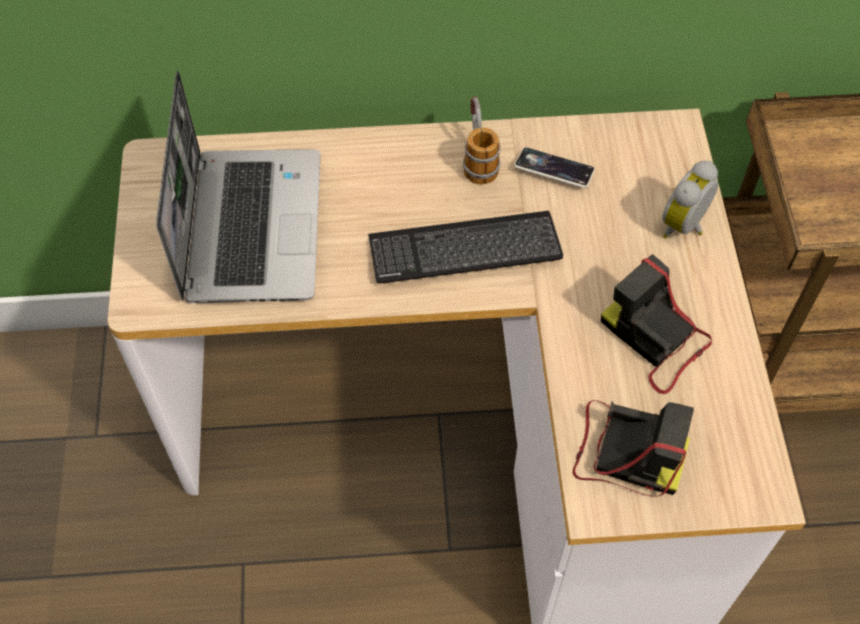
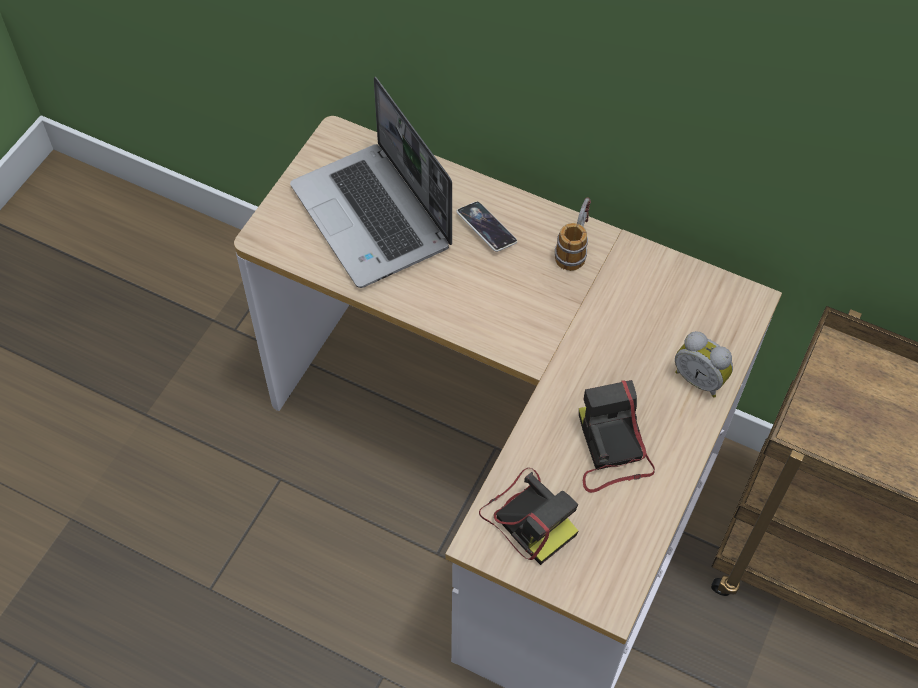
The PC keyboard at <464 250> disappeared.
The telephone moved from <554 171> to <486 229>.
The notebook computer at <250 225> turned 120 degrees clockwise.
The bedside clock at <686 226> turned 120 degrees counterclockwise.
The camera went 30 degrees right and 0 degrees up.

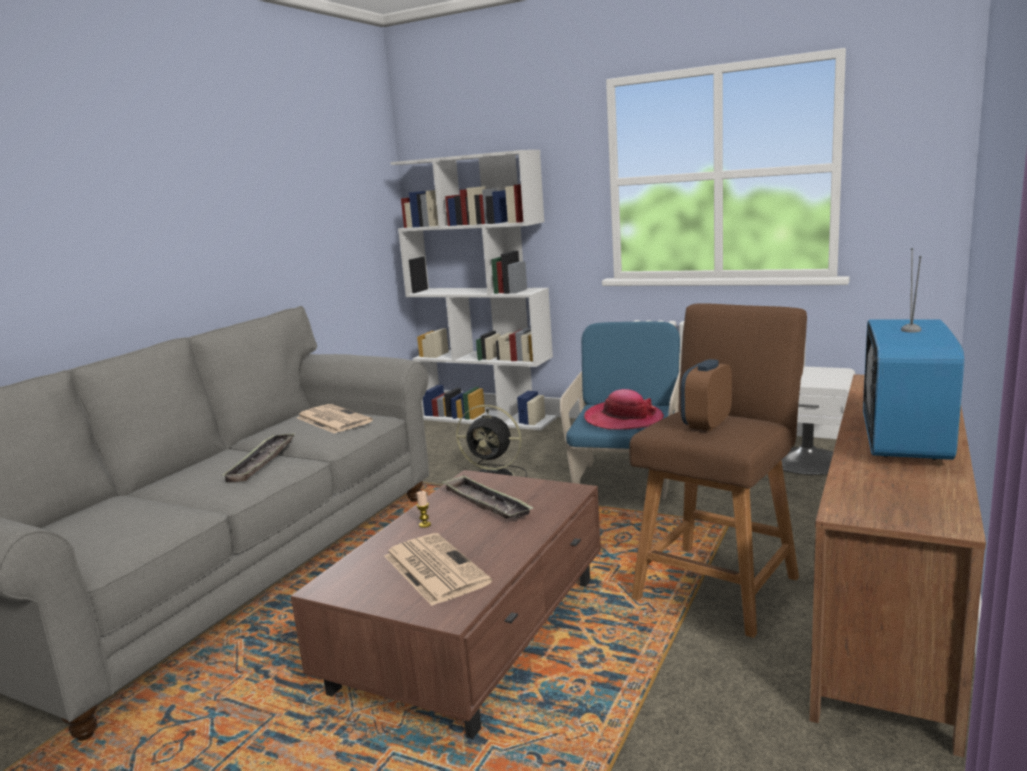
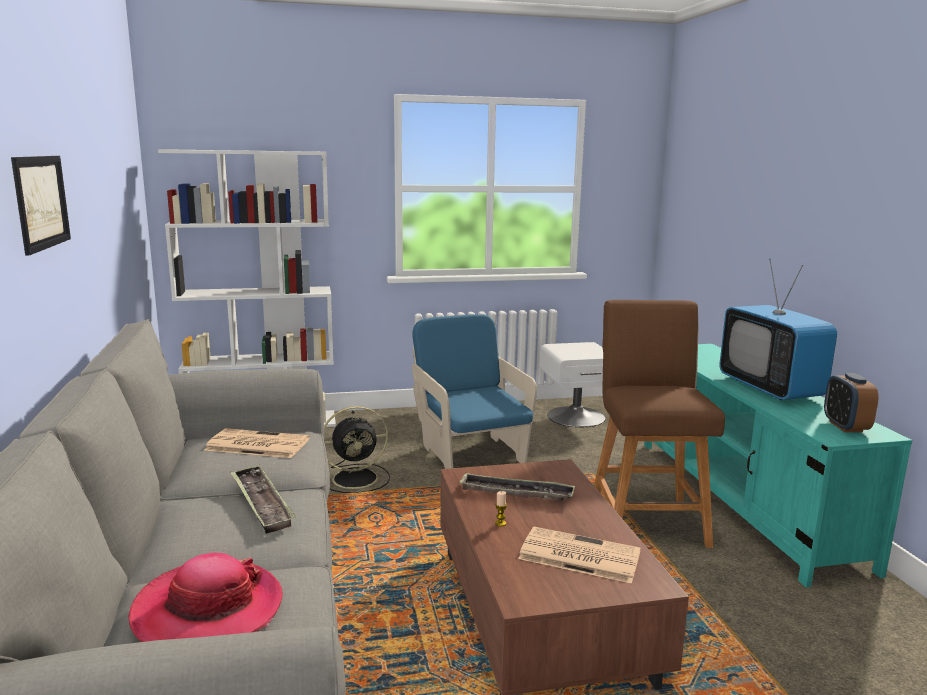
The wall picture at <41 202> appeared.
The wearable hat moved from <623 419> to <208 610>.
The bedside clock moved from <706 424> to <845 426>.
The tv stand (brownish) at <890 600> became the tv stand (turquoise) at <743 500>.
The camera went 40 degrees left and 0 degrees up.

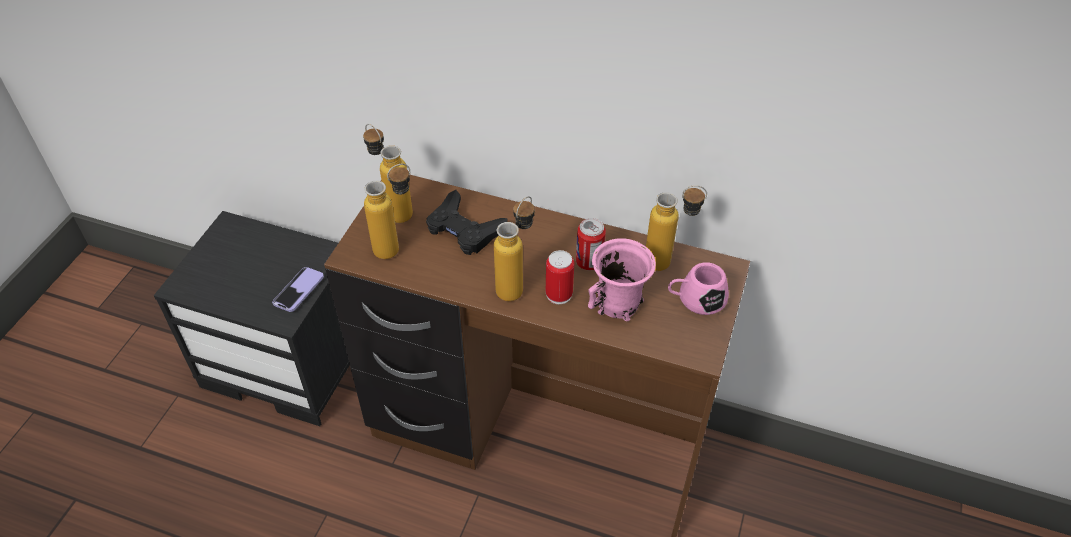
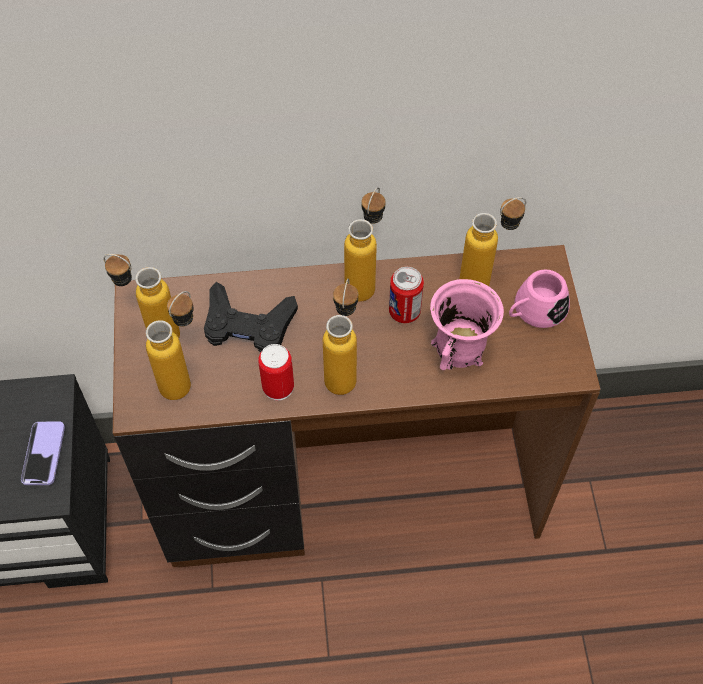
The drink bottle at <365 280> appeared.
The can moved from <559 294> to <278 387>.
The camera went 25 degrees left and 10 degrees up.

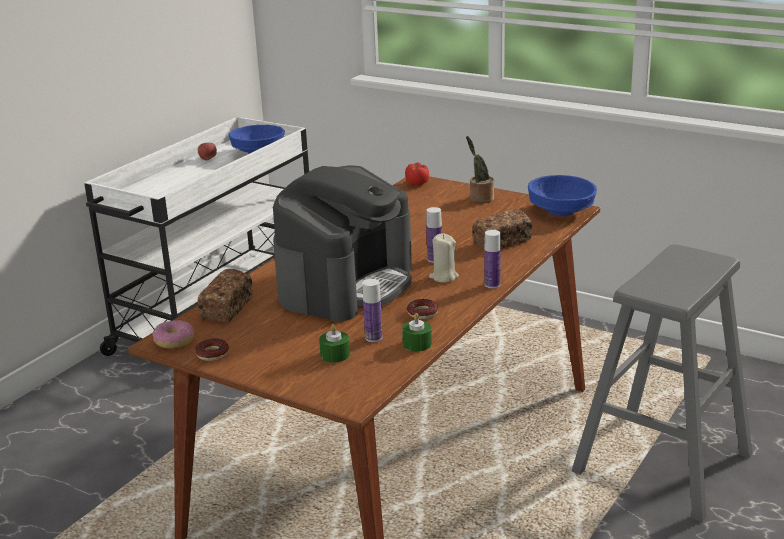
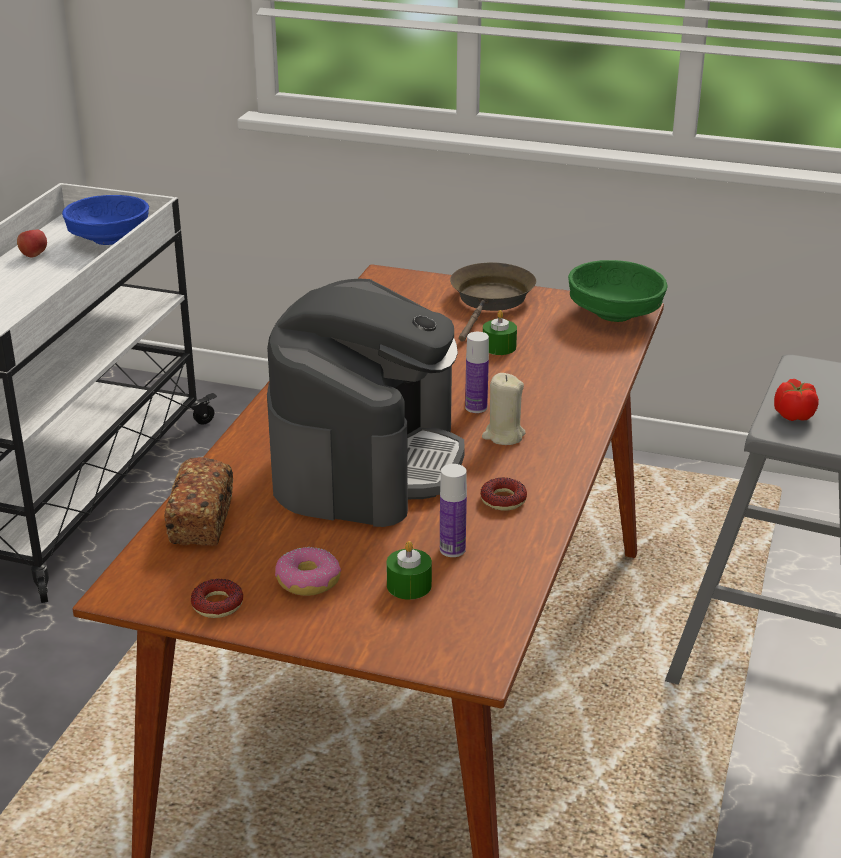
The baked bread at <502 242> disappeared.
The drink bottle at <492 285> disappeared.
The donut moved from <174 341> to <307 581>.
The wax candle (greenish) moved from <417 344> to <499 347>.
The fresh tomato moved from <417 183> to <793 415>.
The houseplant at <480 199> was replaced by the frying pan (brownish) at <491 301>.
The bowl (blue-coloured) at <560 211> became the bowl (greenish) at <614 314>.
The camera went 15 degrees left and 5 degrees up.

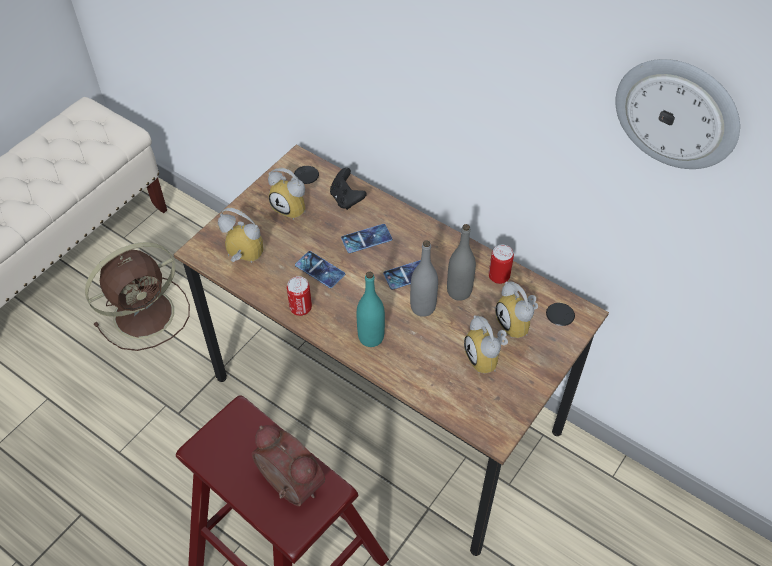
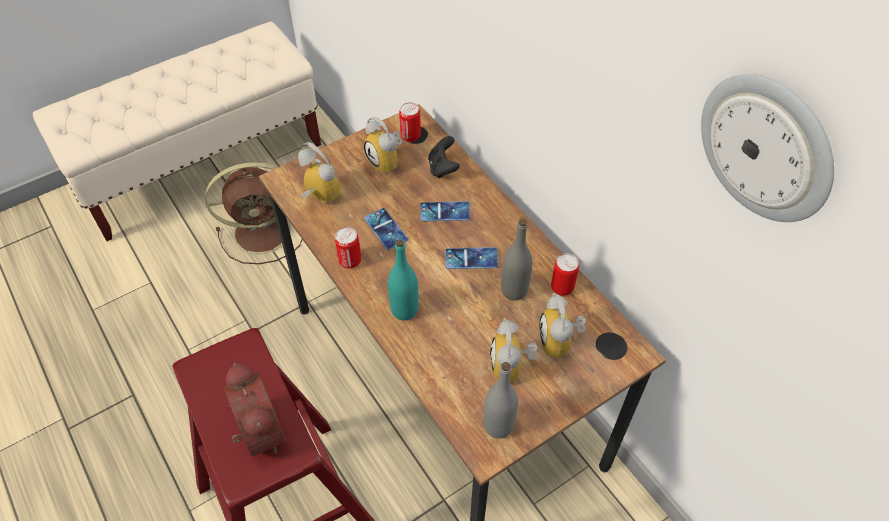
The can at <410 136> appeared.
The drink bottle (greyish) moved from <423 307> to <498 425>.
The camera went 20 degrees right and 0 degrees up.

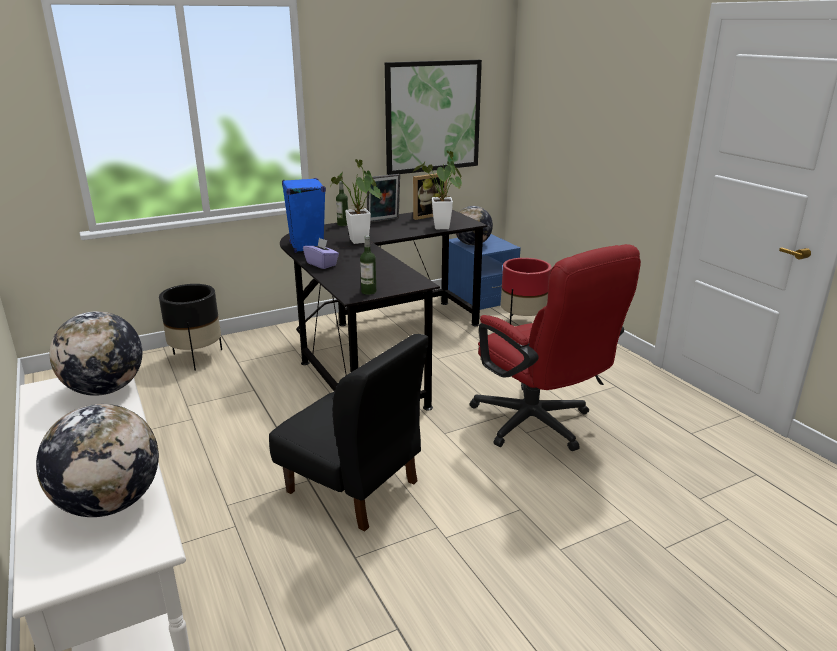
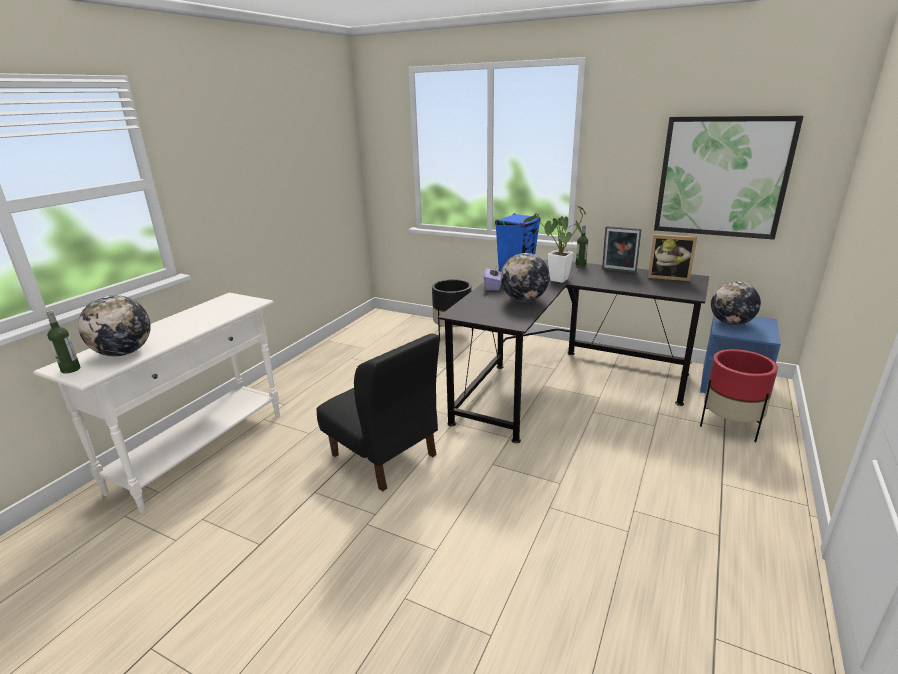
The houseplant at <441 228> disappeared.
The office chair (reddish) at <539 426> disappeared.
The globe moved from <105 389> to <524 300>.
The drink bottle moved from <368 292> to <70 369>.
The chair (black) at <353 487> turned 45 degrees counterclockwise.
The camera went 55 degrees right and 0 degrees up.

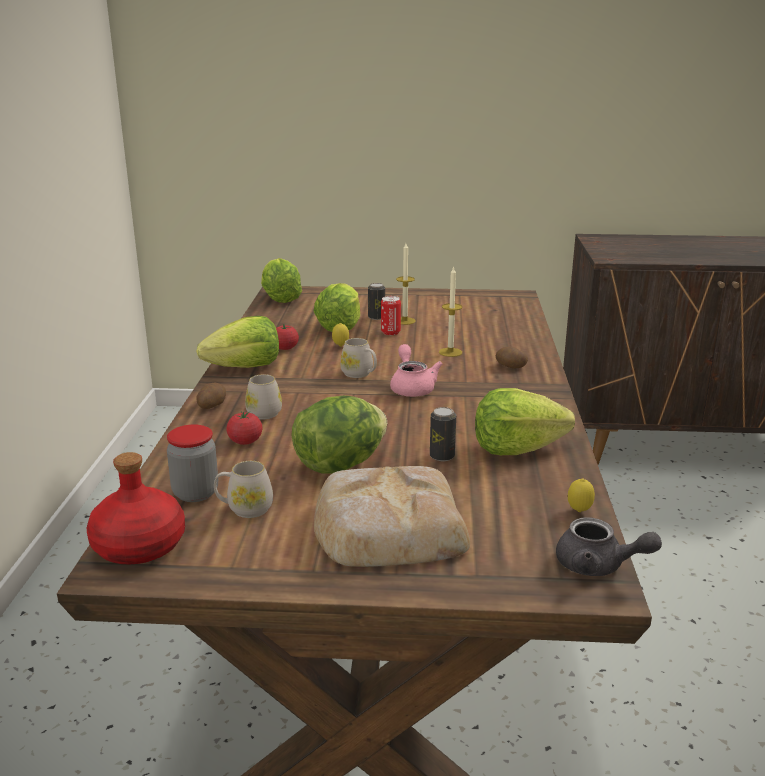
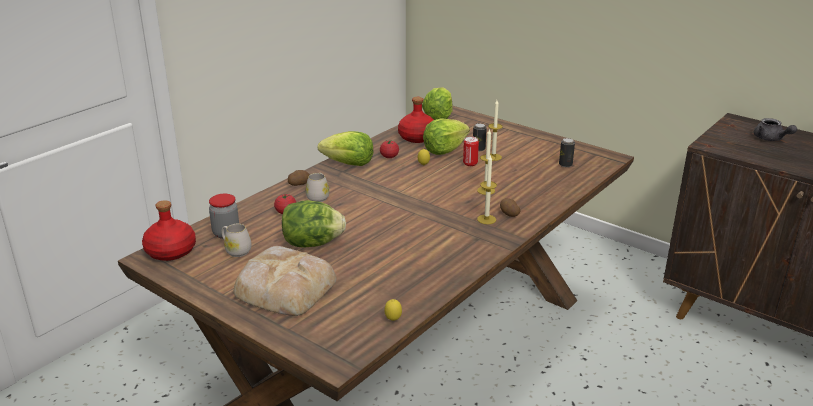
The tea mug (whitish) at <360 374> disappeared.
The tea pot (pinkish) at <412 387> disappeared.
The lettuce head at <516 449> disappeared.
The drink bottle (reddish) at <417 137> appeared.
The wax candle at <486 219> appeared.
The can moved from <442 456> to <565 164>.
The tea pot (greyish) moved from <598 566> to <770 139>.
The camera went 35 degrees right and 5 degrees up.

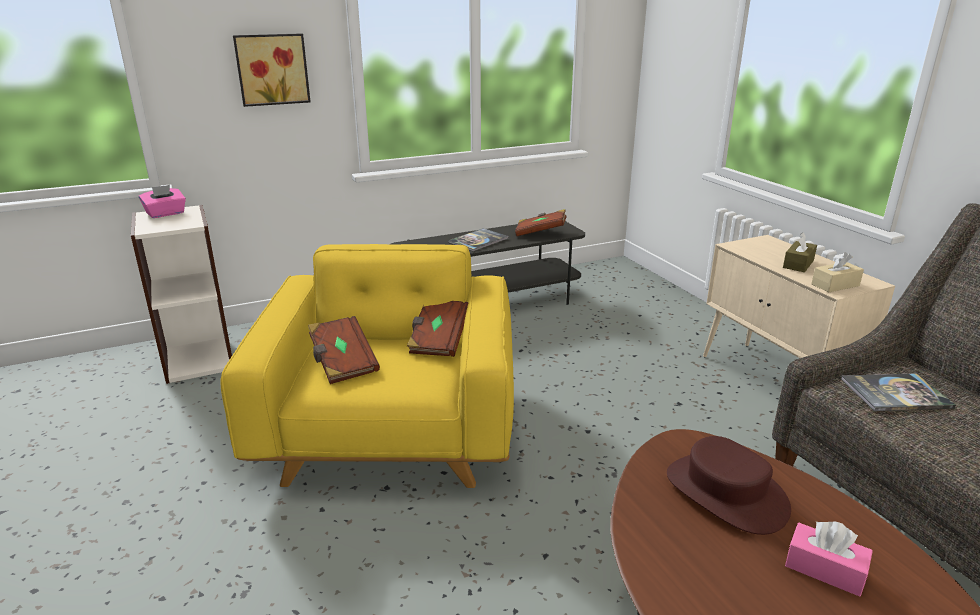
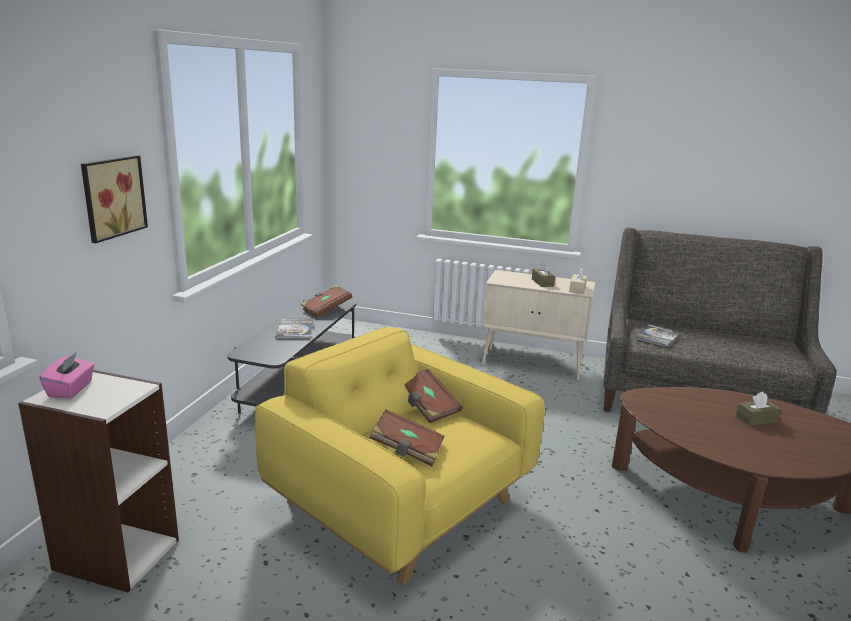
The wearable hat (brownish) at <725 493> disappeared.
The tissue holder (pinkish) at <824 569> became the tissue holder (brownish) at <756 419>.
The camera went 50 degrees left and 5 degrees down.

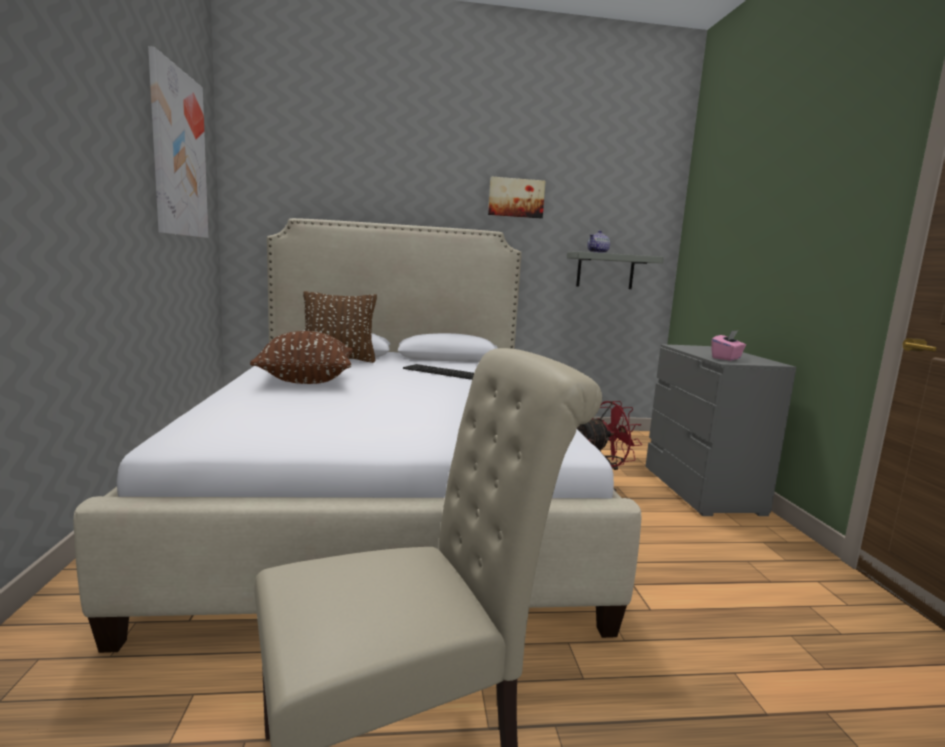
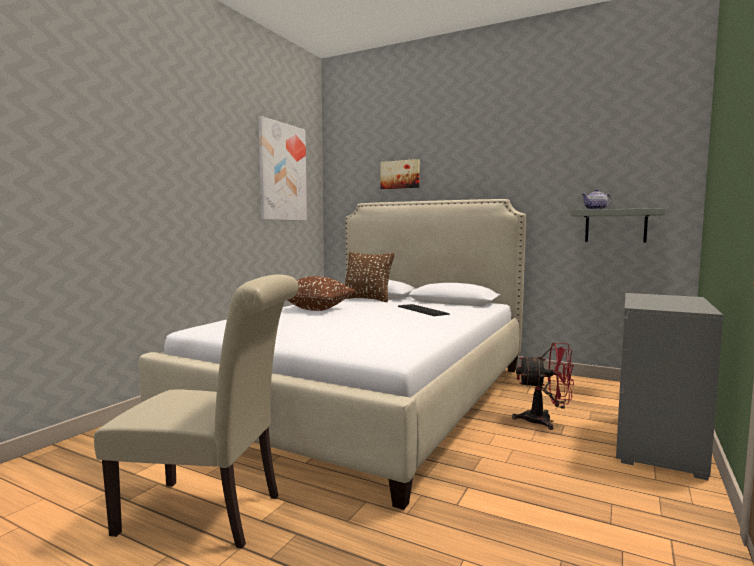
The tissue holder (pinkish) at <726 358> disappeared.
The wall picture moved from <516 198> to <400 174>.
The camera went 35 degrees right and 5 degrees down.

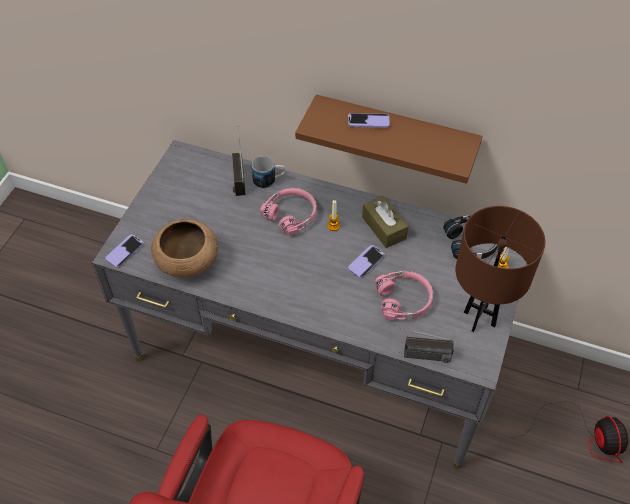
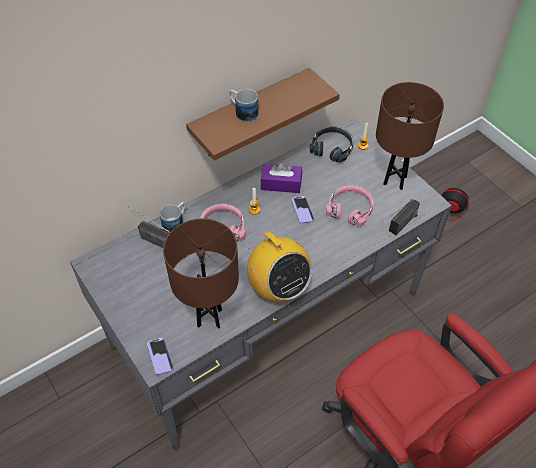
The radio at <278 287> appeared.
The bowl (brownish) at <187 262> was replaced by the tabletop lamp (brownish) at <210 318>.
The telephone at <368 121> was replaced by the tea mug at <242 112>.
The tissue holder (brownish) at <384 228> became the tissue holder (purplish) at <281 184>.
The camera went 55 degrees left and 0 degrees up.

